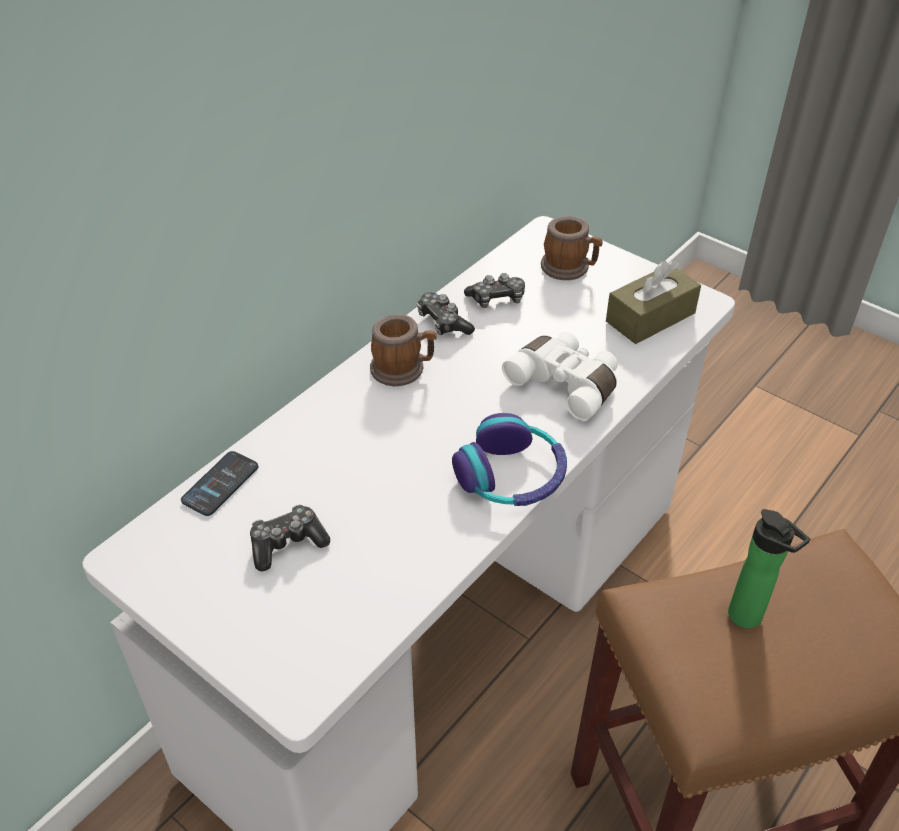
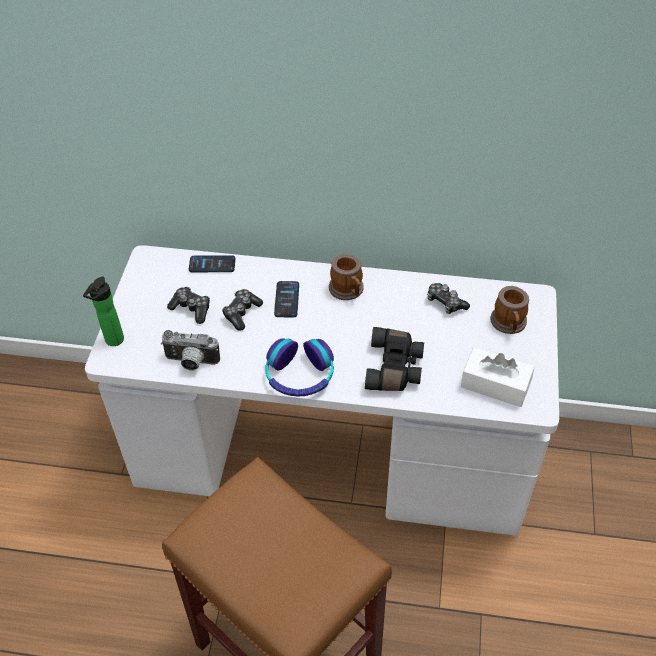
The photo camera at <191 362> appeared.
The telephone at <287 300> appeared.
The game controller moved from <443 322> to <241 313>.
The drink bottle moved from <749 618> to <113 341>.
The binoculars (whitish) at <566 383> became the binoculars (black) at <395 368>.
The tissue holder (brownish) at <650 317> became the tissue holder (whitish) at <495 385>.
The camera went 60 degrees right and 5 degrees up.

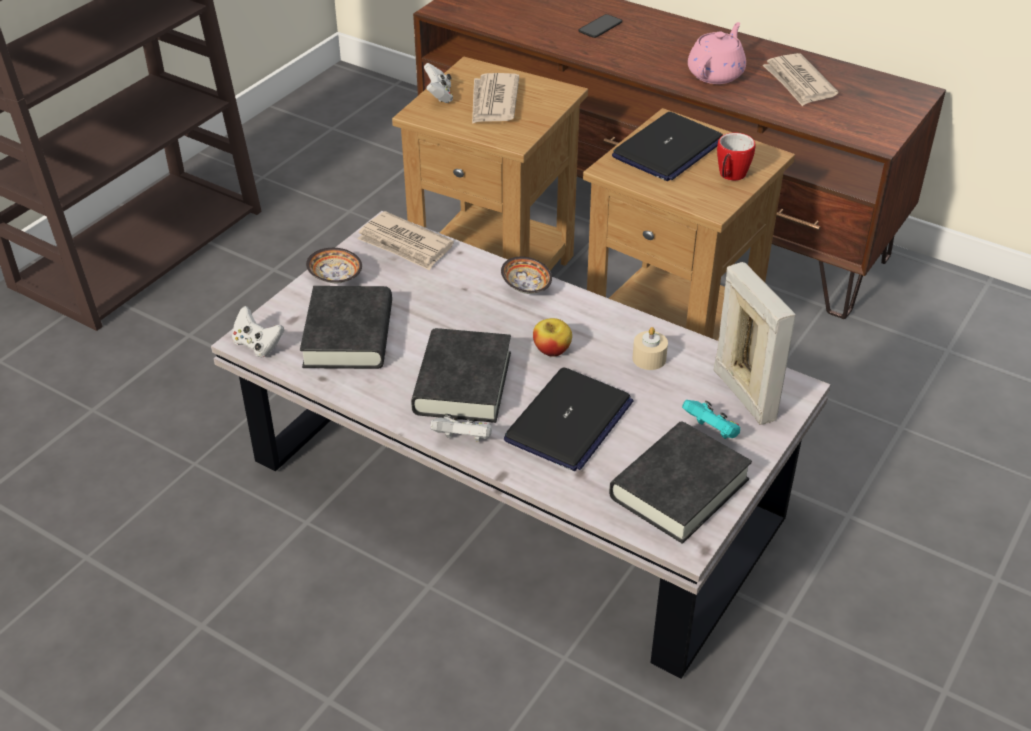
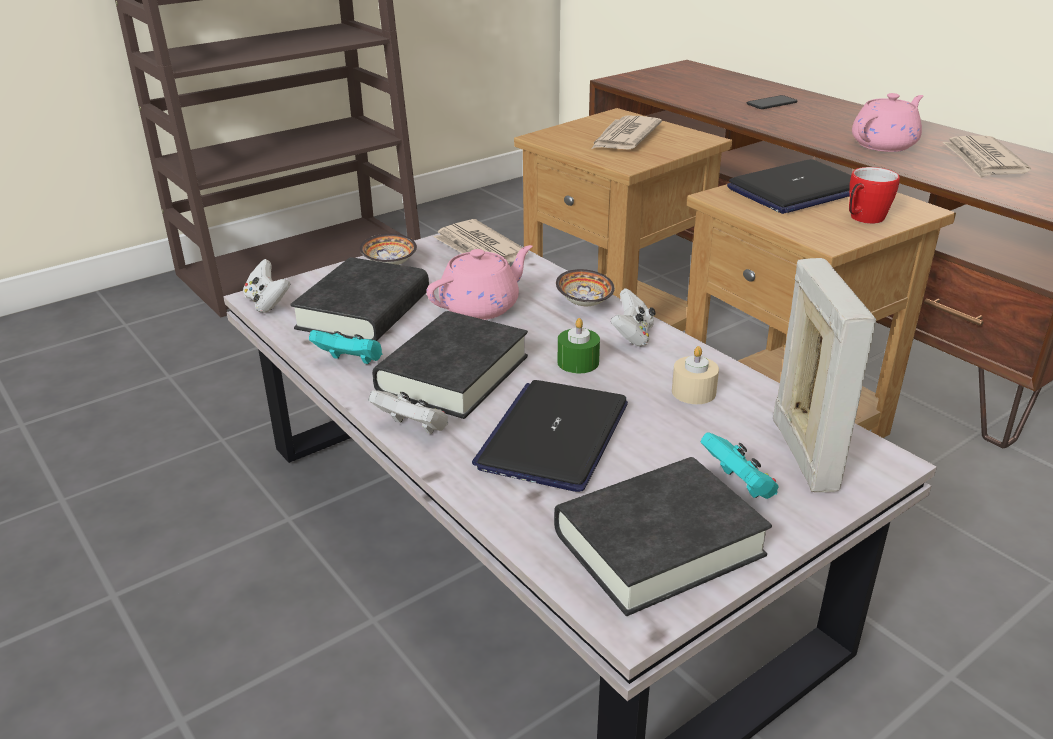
The game controller (turquoise) at <351 362> appeared.
The tea pot (pinkish) at <481 307> appeared.
The game controller (whitish) moved from <439 96> to <632 335>.
The apple fruit at <552 350> was replaced by the wax candle (greenish) at <578 362>.
The notebook computer at <569 421> turned 150 degrees clockwise.
The camera went 20 degrees right and 10 degrees down.

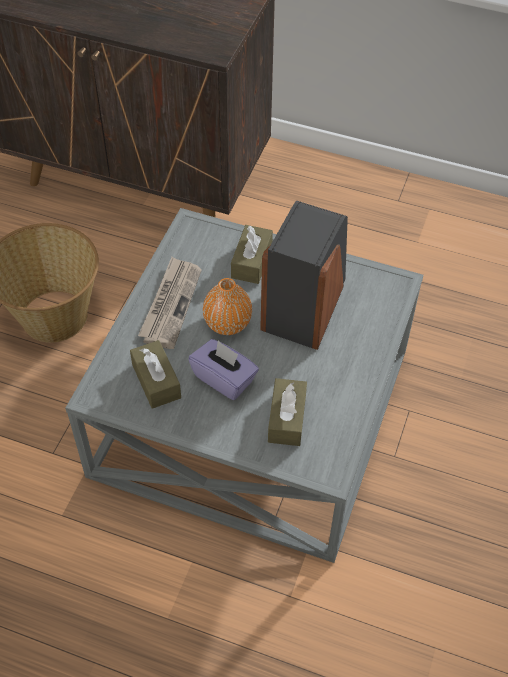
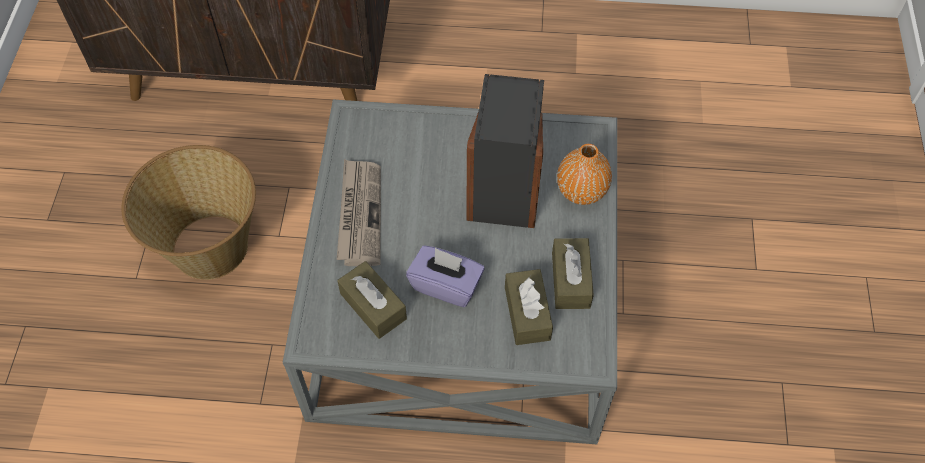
The vase (orangey) moved from <227 323> to <581 190>.
The tissue holder (brownish) moved from <251 261> to <570 280>.
The camera went 15 degrees left and 5 degrees up.

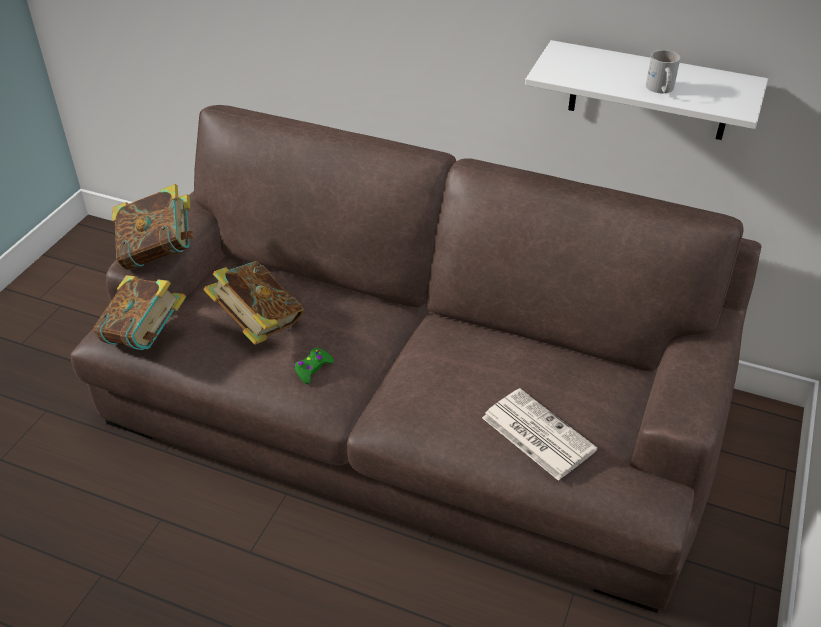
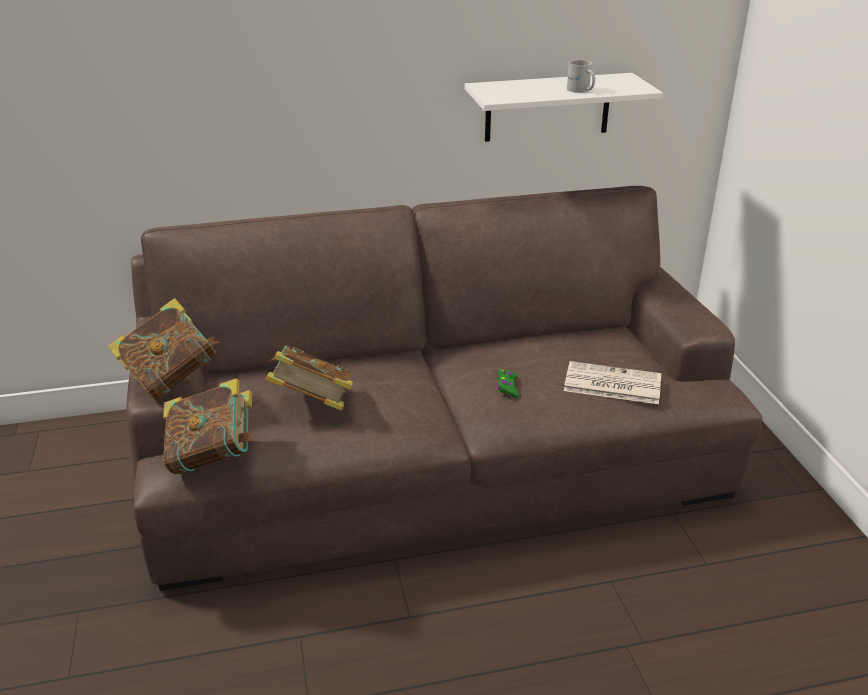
The game controller (greenish) moved from <313 369> to <507 387>.
The camera went 35 degrees left and 10 degrees down.

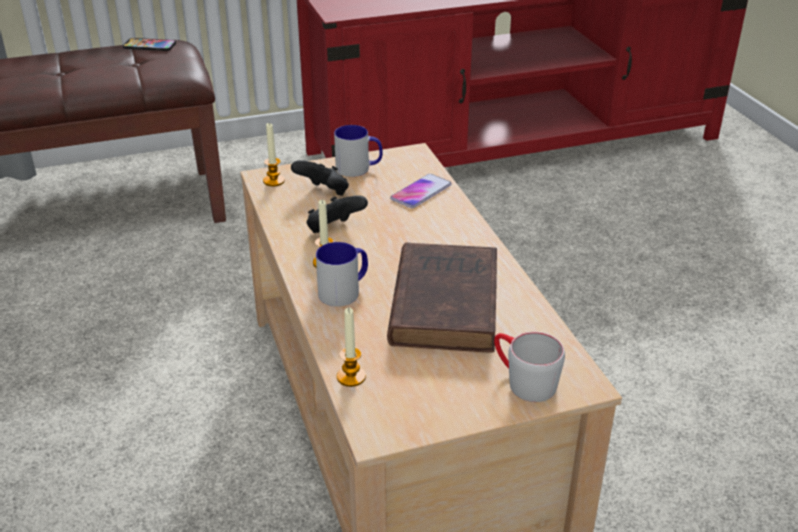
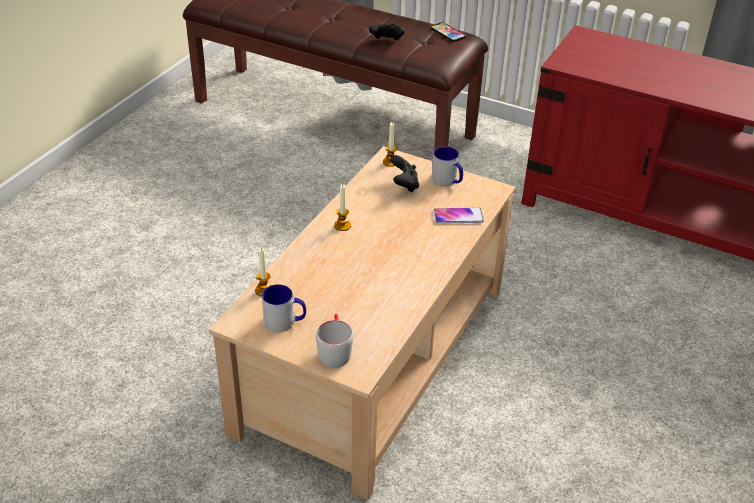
The bound book (brownish) at <445 301> disappeared.
The game controller (black) moved from <334 230> to <387 41>.
The tea mug moved from <345 291> to <285 322>.
The camera went 45 degrees right and 5 degrees up.

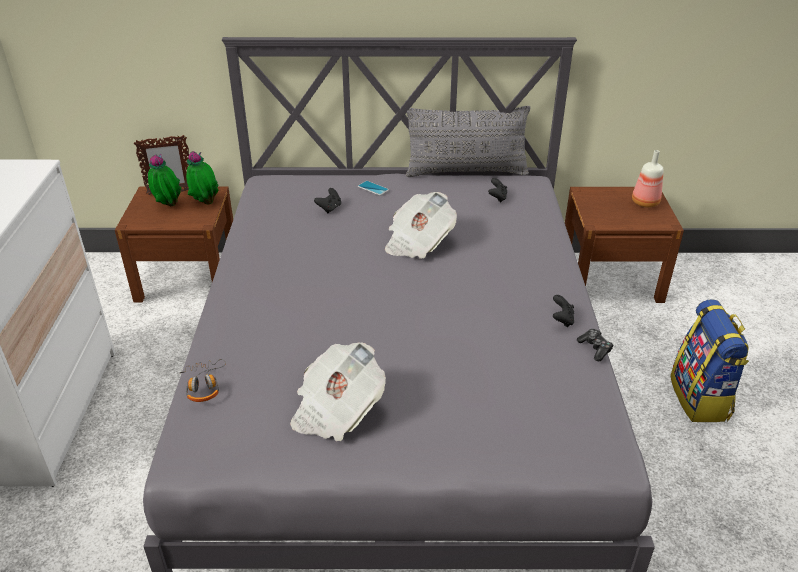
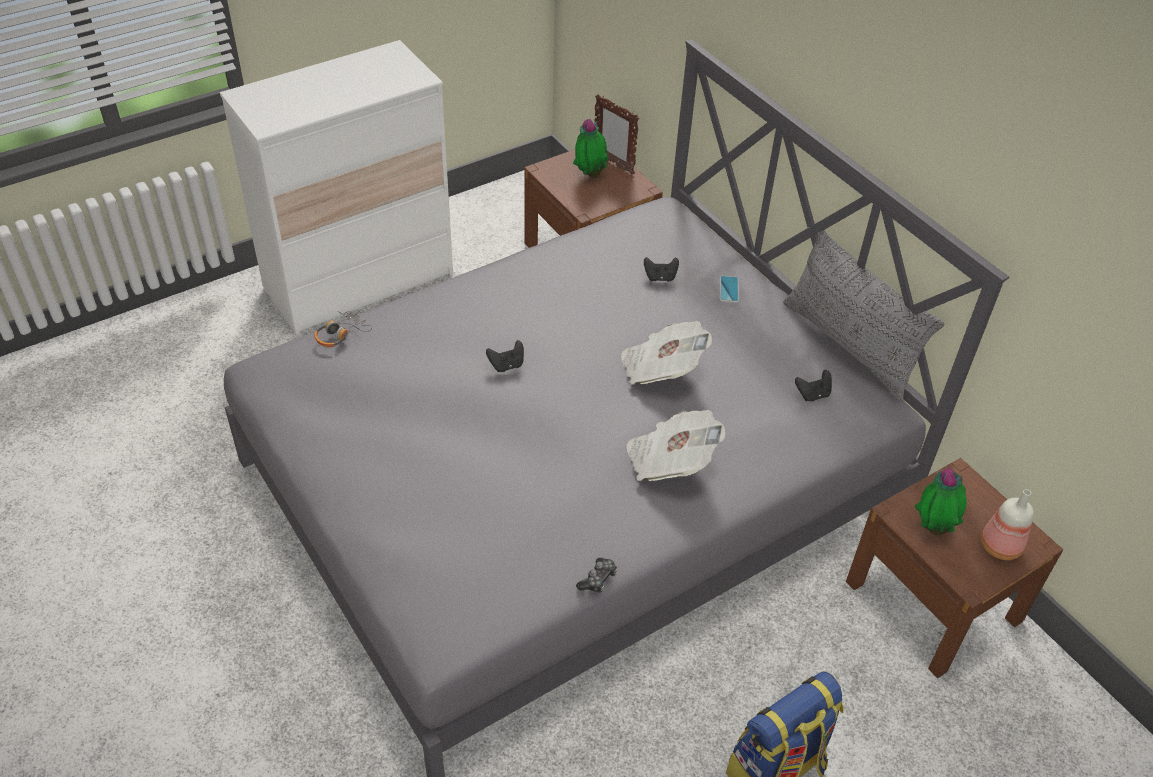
The houseplant moved from <205 203> to <933 527>.
The daily paper moved from <336 410> to <670 461>.
The game controller (black) moved from <562 320> to <506 365>.
The camera went 55 degrees right and 10 degrees up.

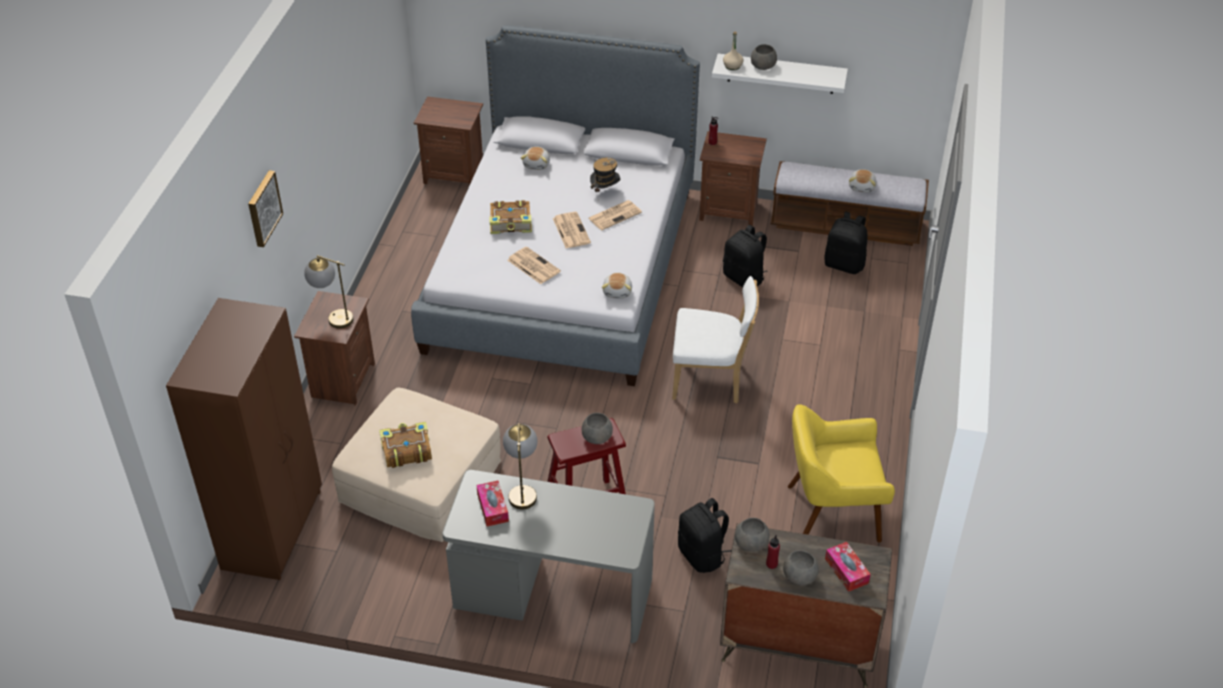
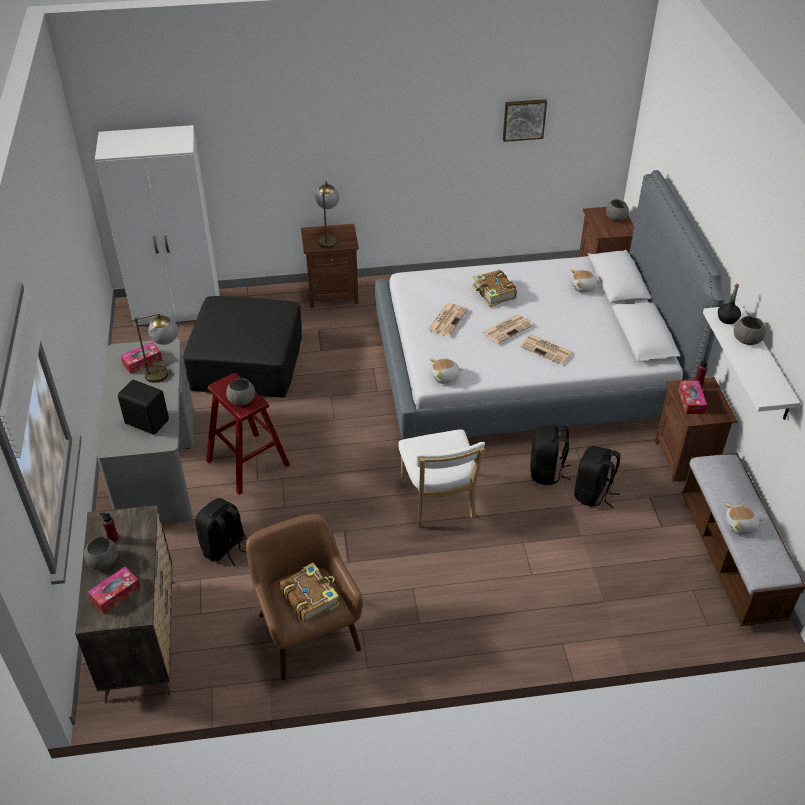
The wearable hat at <605 192> disappeared.
The speaker (black) at <147 421> appeared.
The tissue holder at <691 401> appeared.
The wall picture moved from <263 208> to <524 119>.
The bound book moved from <406 450> to <310 597>.
The bowl (greyish) moved from <750 543> to <615 217>.
The rucksack (black) moved from <844 264> to <546 472>.
The armoire (brownish) at <274 529> became the armoire (whitish) at <178 309>.
The ottoman (beige-coloured) at <420 482> became the ottoman (black) at <246 363>.
The drink bottle (beige-coloured) at <732 66> became the drink bottle (black) at <727 319>.
The lounge chair (yellow) at <831 512> became the lounge chair (brownish) at <307 631>.
The camera went 70 degrees right and 0 degrees up.

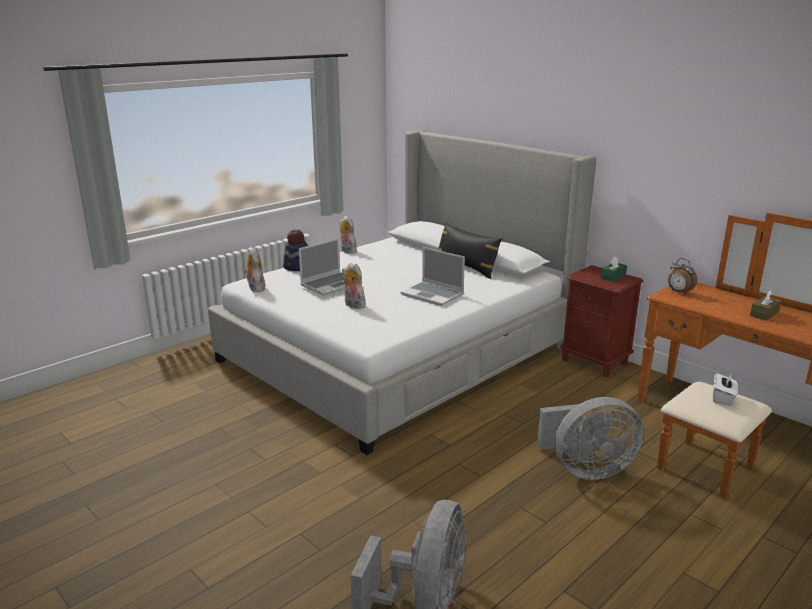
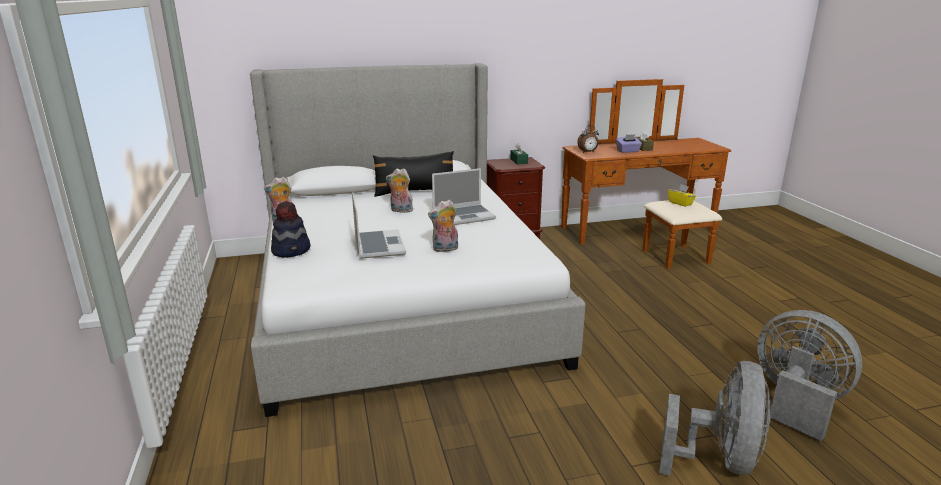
The tissue holder (purplish) at <628 151> appeared.
The plush toy moved from <255 288> to <400 210>.
The electric fan (greyish) moved from <586 469> to <718 459>.
The tissue holder (whitish) at <723 398> became the tissue holder (yellow) at <680 203>.
The camera went 60 degrees left and 0 degrees up.

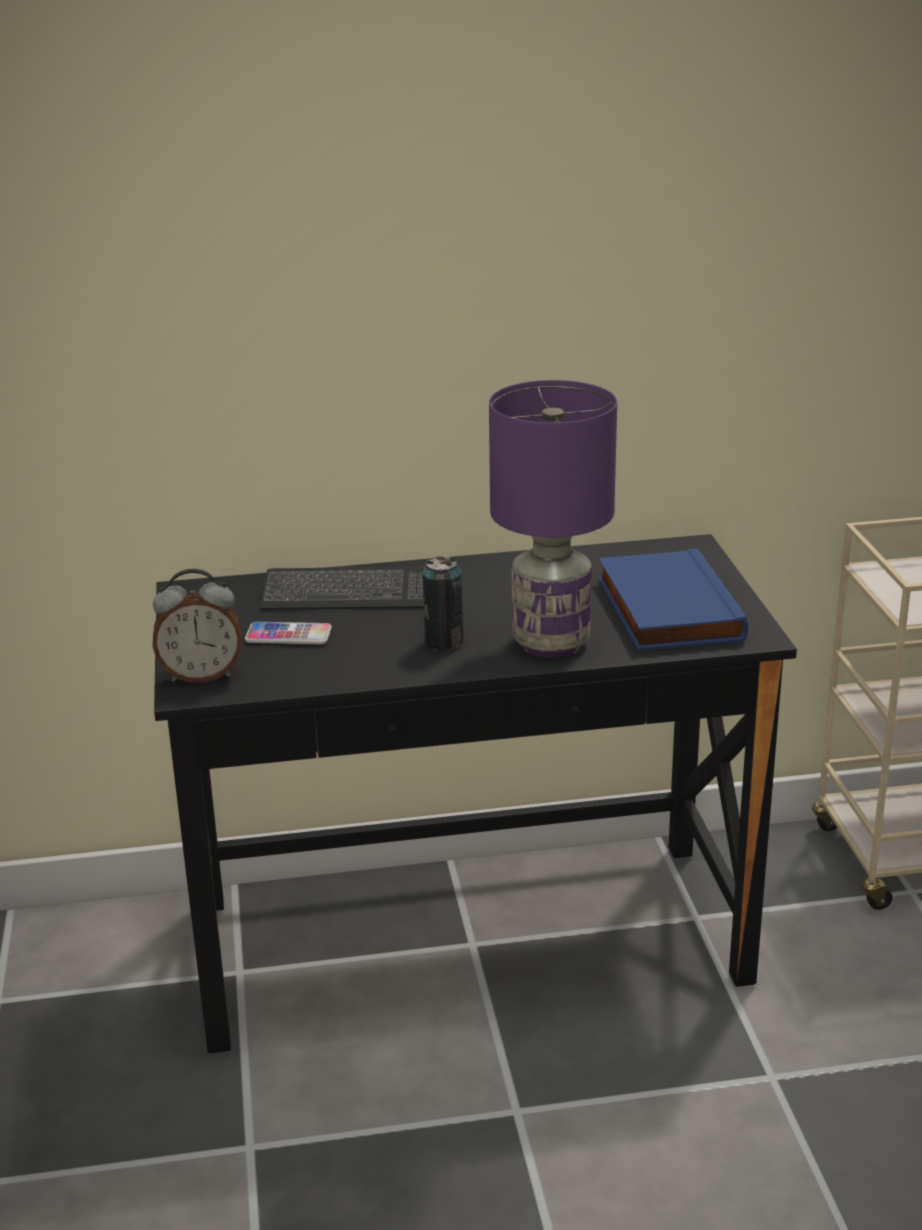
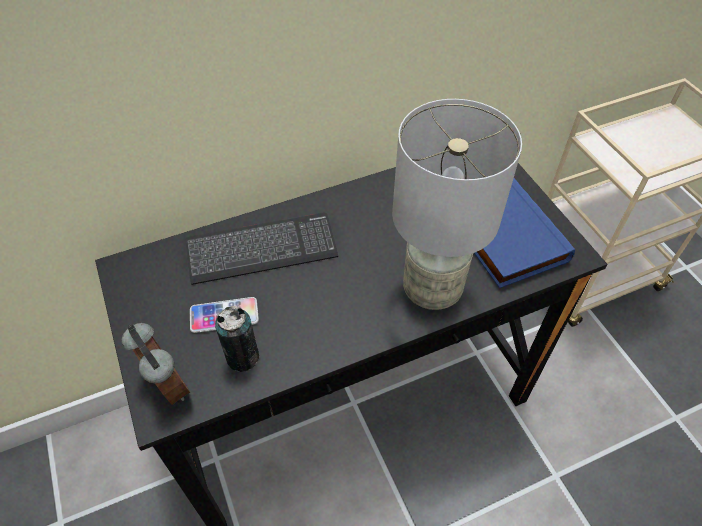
The can moved from <444 642> to <242 357>.
The tabletop lamp (purplish) at <552 643> became the tabletop lamp (greyish) at <432 289>.
The bedside clock at <201 675> turned 105 degrees counterclockwise.
The camera went 15 degrees left and 25 degrees up.

